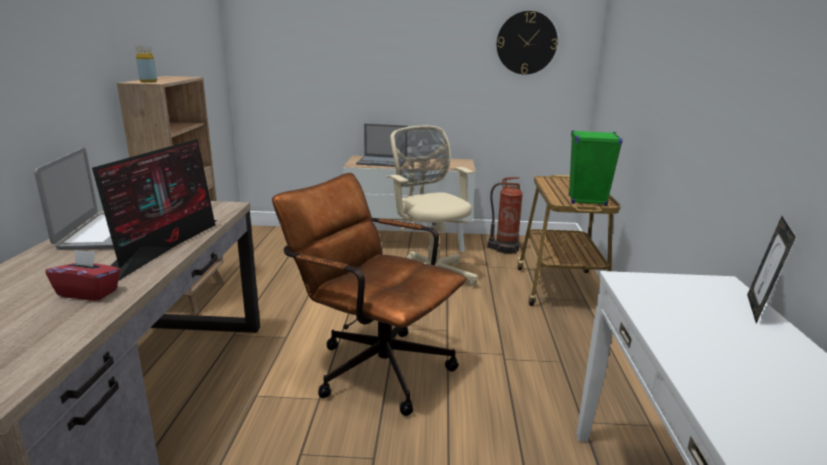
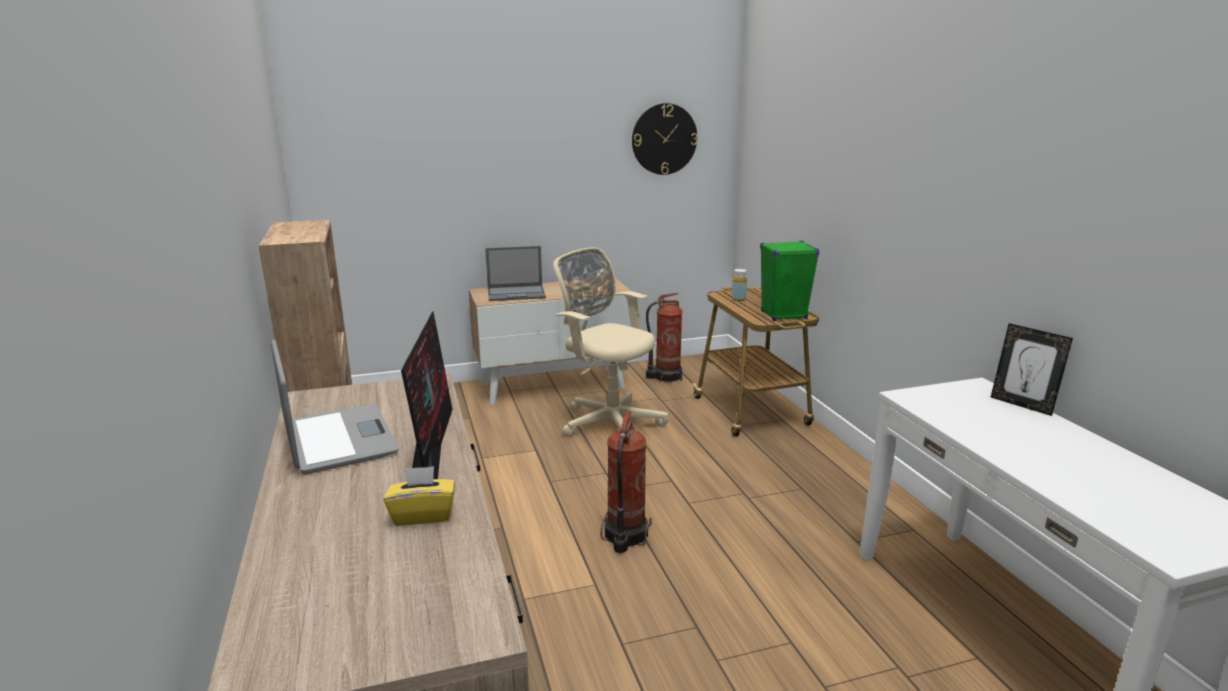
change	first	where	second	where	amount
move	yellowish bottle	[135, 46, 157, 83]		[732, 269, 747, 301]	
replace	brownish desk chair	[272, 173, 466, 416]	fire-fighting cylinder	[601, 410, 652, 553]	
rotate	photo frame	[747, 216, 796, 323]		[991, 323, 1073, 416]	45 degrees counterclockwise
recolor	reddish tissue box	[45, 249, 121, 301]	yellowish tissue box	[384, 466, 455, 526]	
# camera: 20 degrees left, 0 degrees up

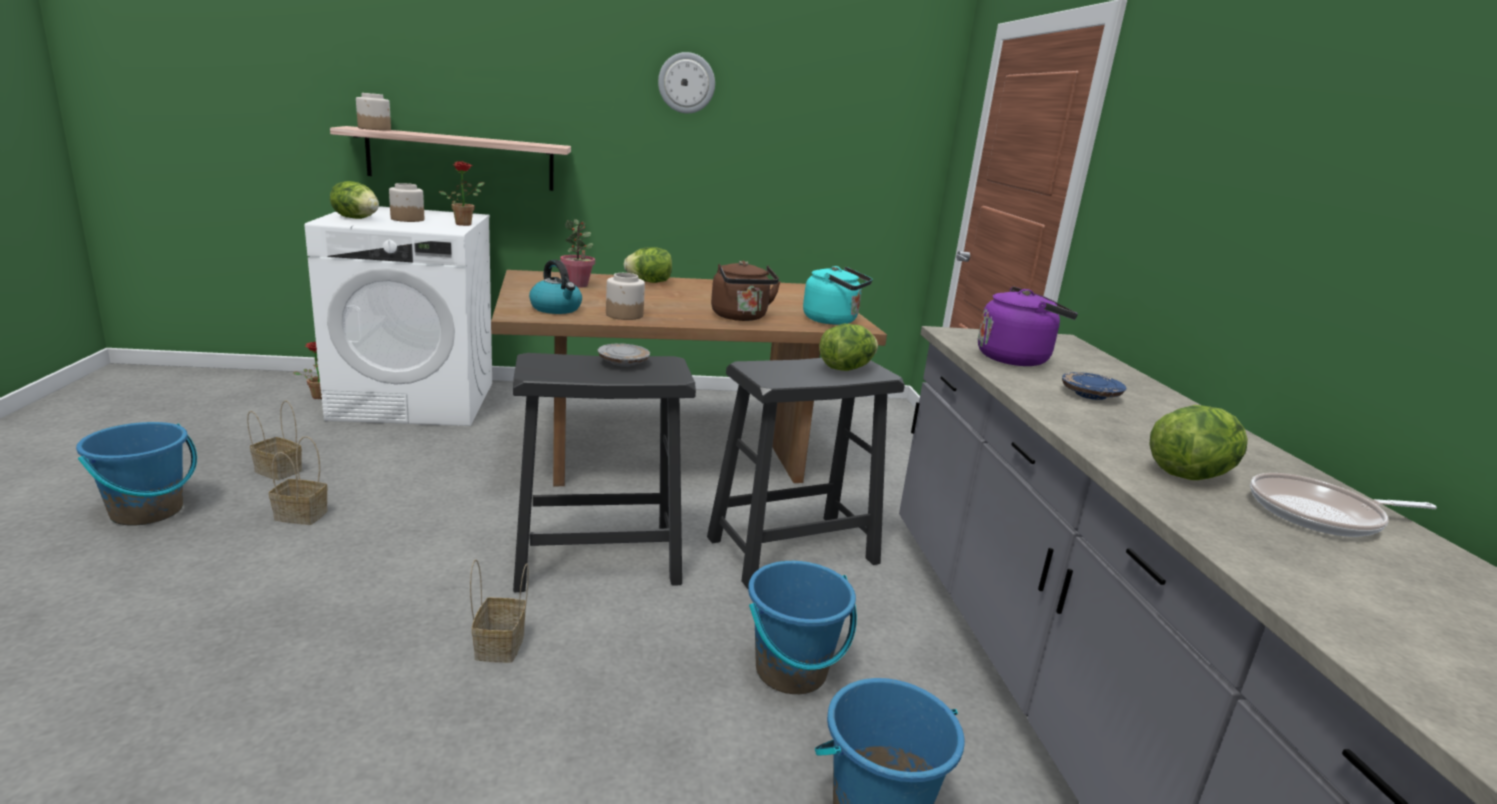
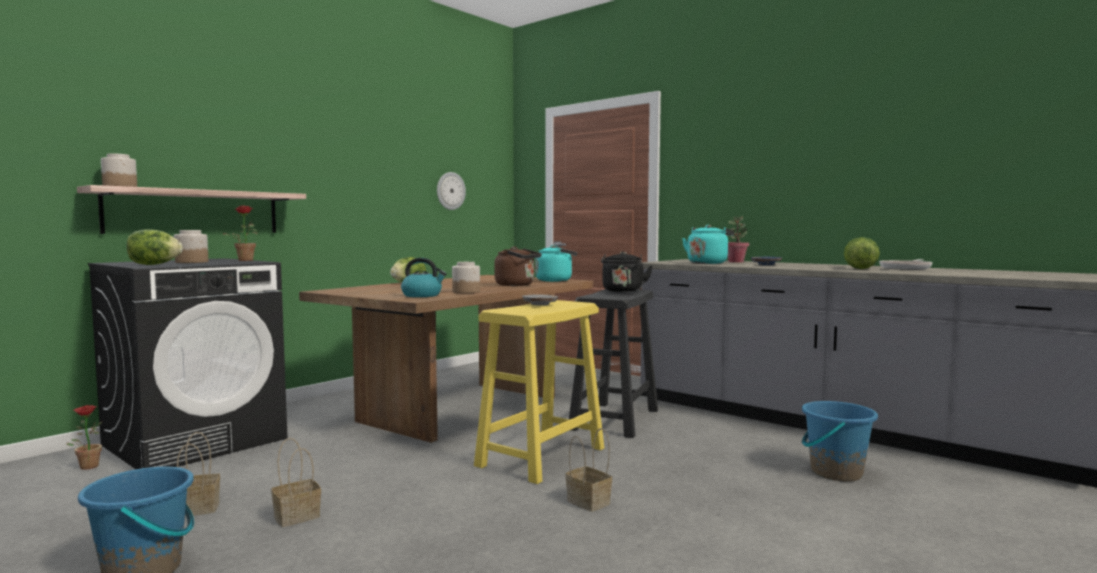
change	first	where	second	where	amount
move	hanging clock	[658, 52, 715, 113]		[437, 172, 466, 210]	
recolor	white laundry appliance	[305, 206, 492, 426]	black-coloured laundry appliance	[88, 258, 287, 469]	
move	plant in a pot	[560, 219, 595, 288]		[728, 215, 749, 262]	
recolor	purple-coloured tea kettle	[978, 286, 1078, 366]	turquoise-coloured tea kettle	[682, 225, 734, 264]	
replace	lettuce head	[819, 323, 878, 371]	black-coloured tea kettle	[601, 251, 653, 292]	
recolor	black-coloured sitting stool	[513, 353, 696, 592]	yellowish sitting stool	[474, 300, 604, 484]	
delete	bluish pail	[748, 561, 857, 694]			
# camera: 40 degrees left, 15 degrees down

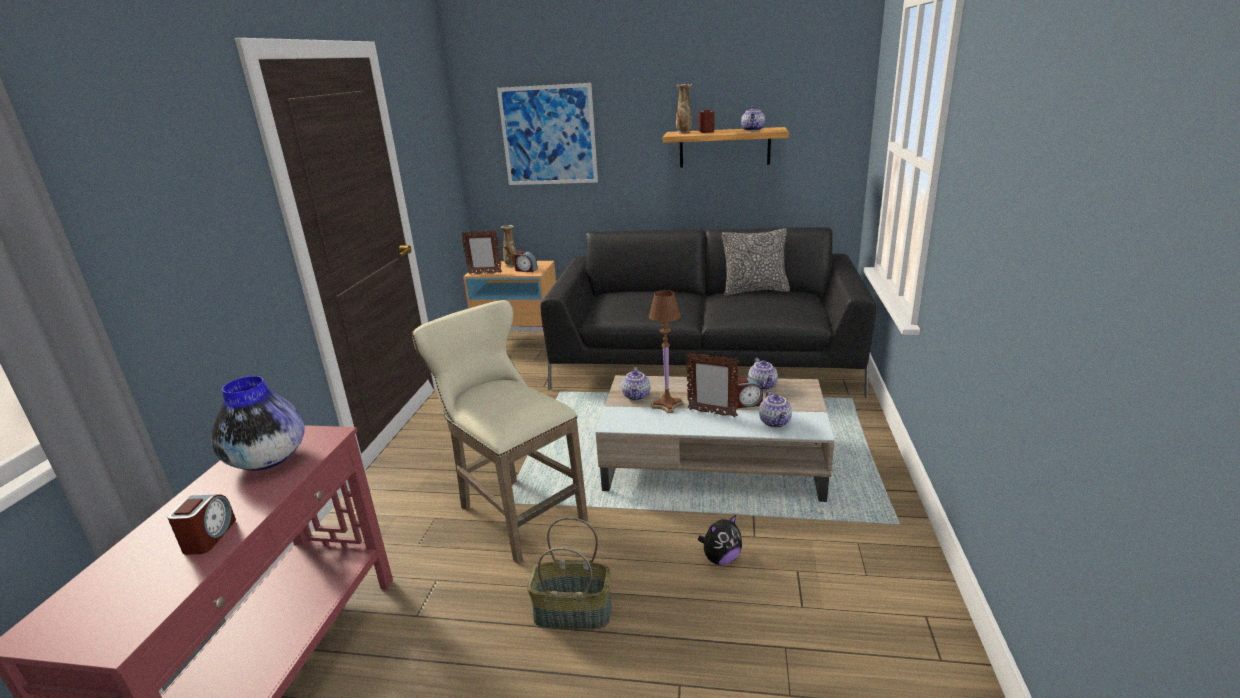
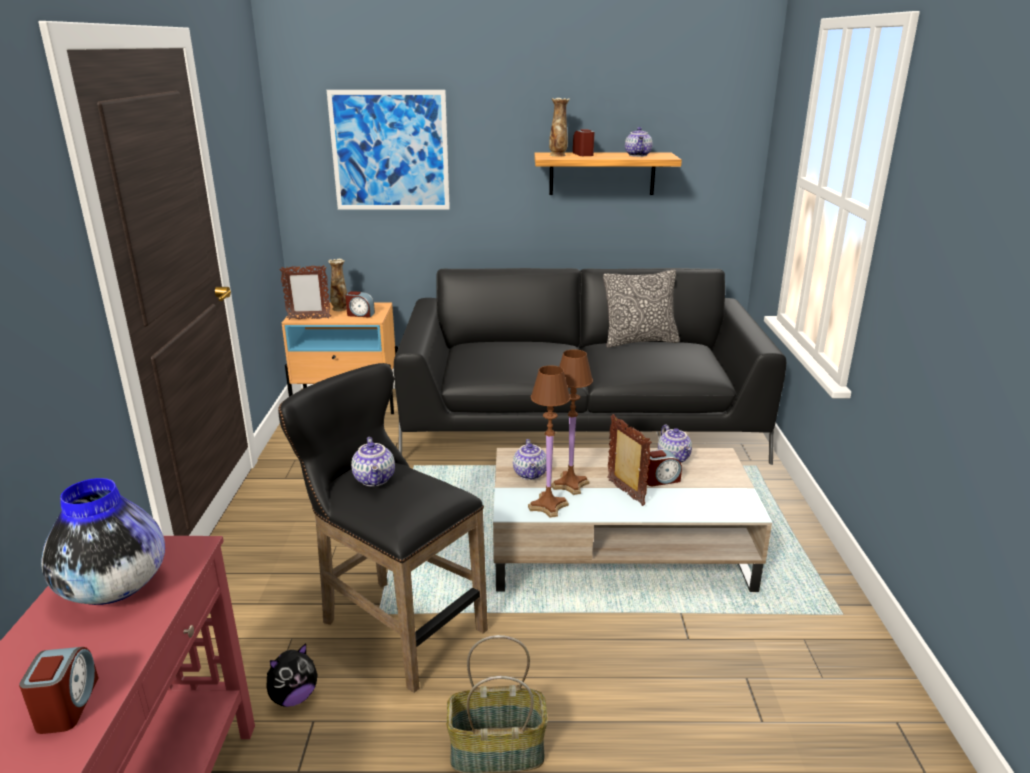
change	first	where	second	where	amount
recolor	sand-coloured sitting stool	[412, 300, 588, 564]	black-coloured sitting stool	[278, 363, 488, 693]	
rotate	photo frame	[686, 353, 739, 418]		[607, 414, 652, 506]	135 degrees counterclockwise
move	teapot	[759, 390, 792, 428]		[351, 437, 395, 486]	
move	cuddly toy	[698, 515, 742, 565]		[267, 643, 318, 707]	
insert			brownish table lamp	[528, 365, 571, 518]	
# camera: 10 degrees left, 0 degrees up

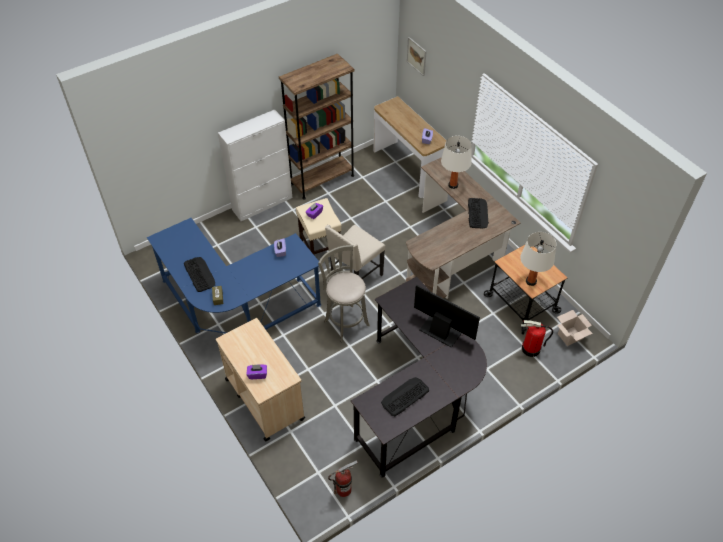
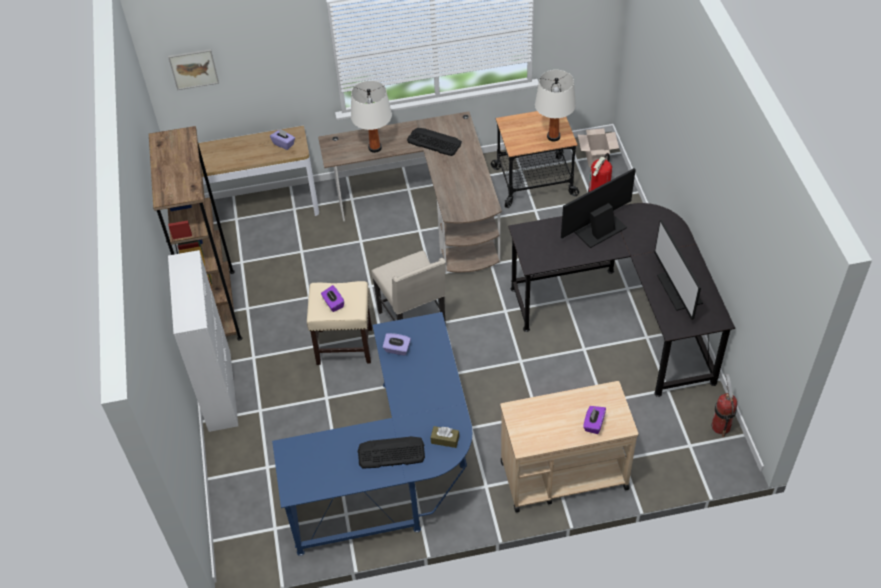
change	first	where	second	where	amount
delete	grey sitting stool	[318, 245, 370, 342]			
replace	computer keyboard	[381, 377, 429, 416]	monitor	[654, 220, 703, 320]	
# camera: 65 degrees left, 0 degrees up

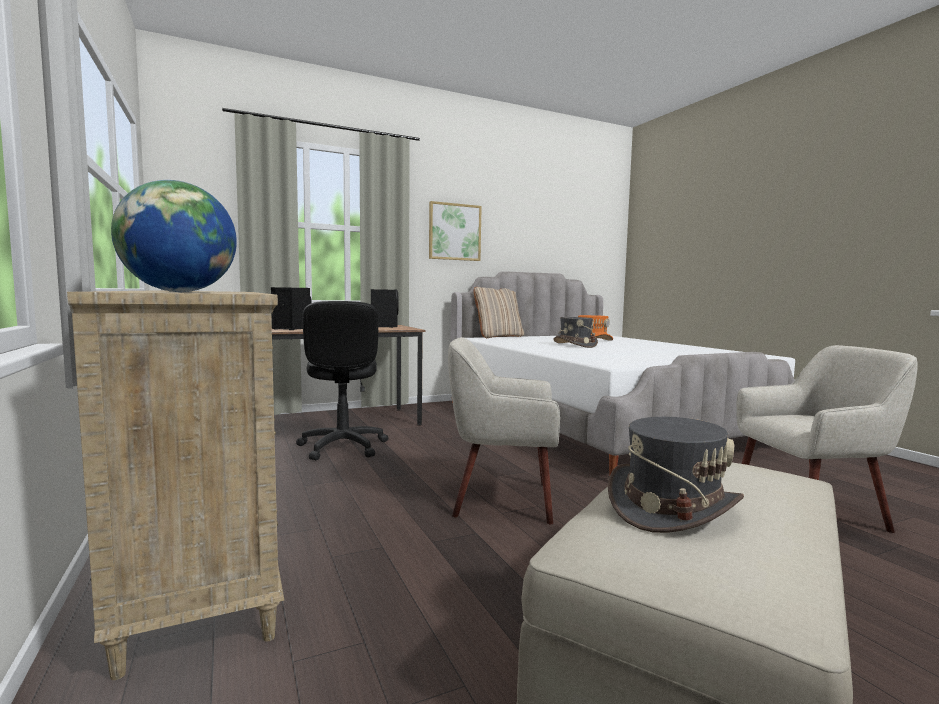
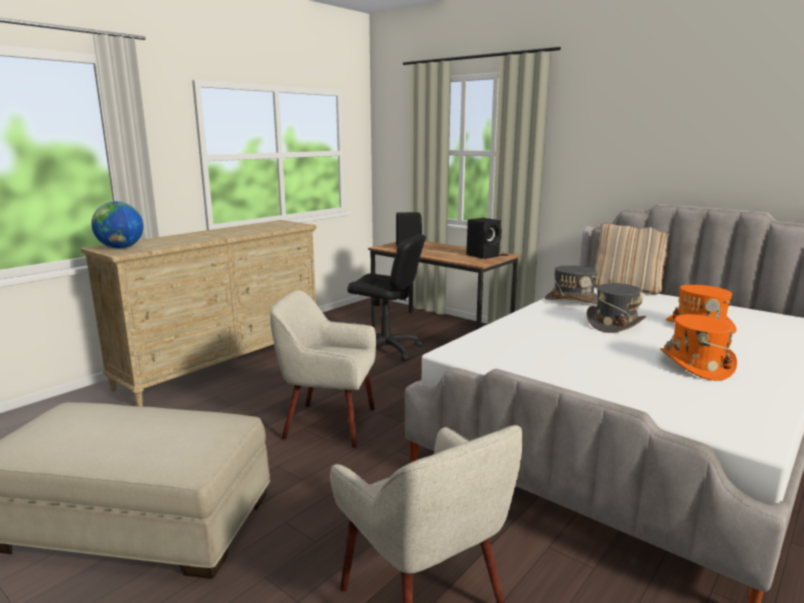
change	first	where	second	where	amount
delete	wall art	[429, 201, 482, 261]			
rotate	black-coloured desk chair	[296, 301, 388, 460]		[347, 234, 426, 361]	120 degrees counterclockwise
rotate	sand-coloured armchair	[448, 337, 560, 524]		[270, 290, 376, 448]	60 degrees counterclockwise
move	grey wearable hat	[608, 417, 744, 533]		[545, 265, 597, 304]	
insert			orange-coloured wearable hat	[660, 314, 737, 381]	
# camera: 65 degrees right, 10 degrees up

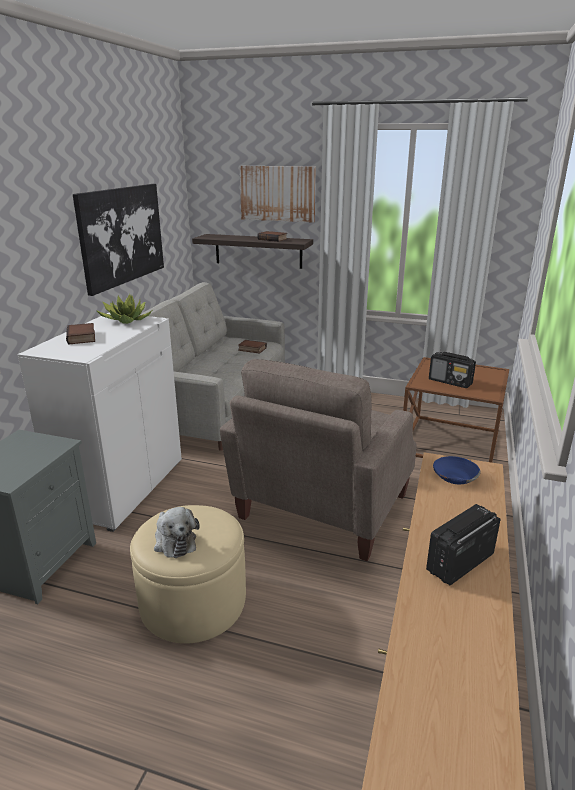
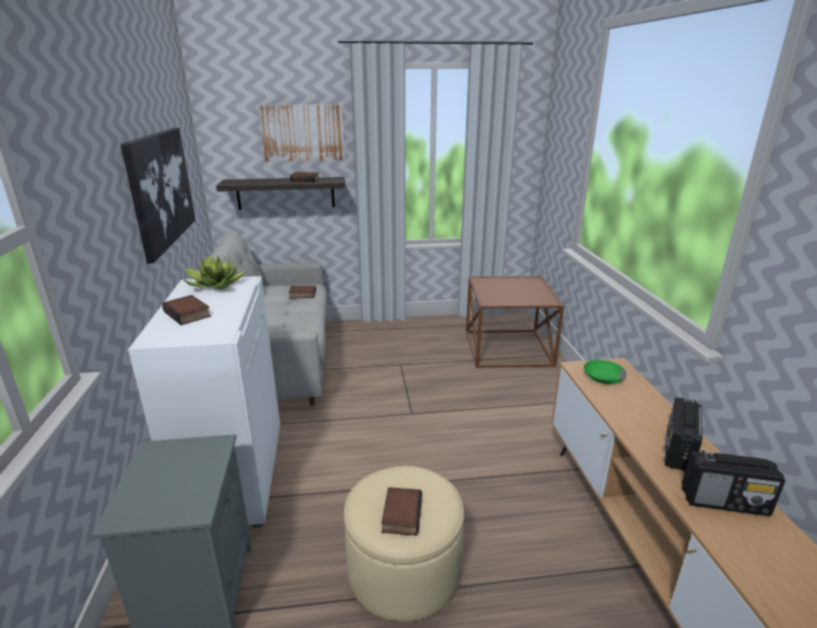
change	first	where	second	where	amount
move	radio receiver	[429, 352, 476, 388]		[682, 450, 785, 516]	
delete	sand-coloured armchair	[220, 359, 417, 561]			
recolor	bluish deep dish	[433, 456, 480, 484]	greenish deep dish	[584, 360, 627, 384]	
replace	cuddly toy	[154, 507, 200, 558]	bound book	[381, 487, 422, 536]	
# camera: 25 degrees left, 0 degrees up

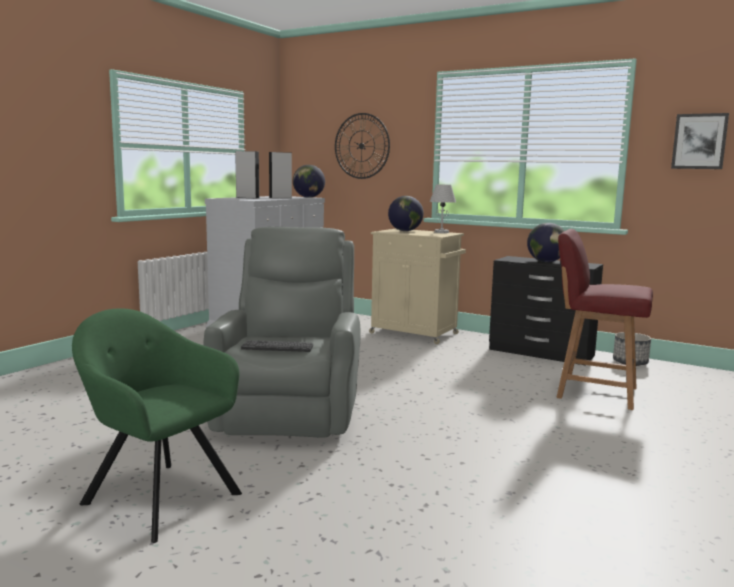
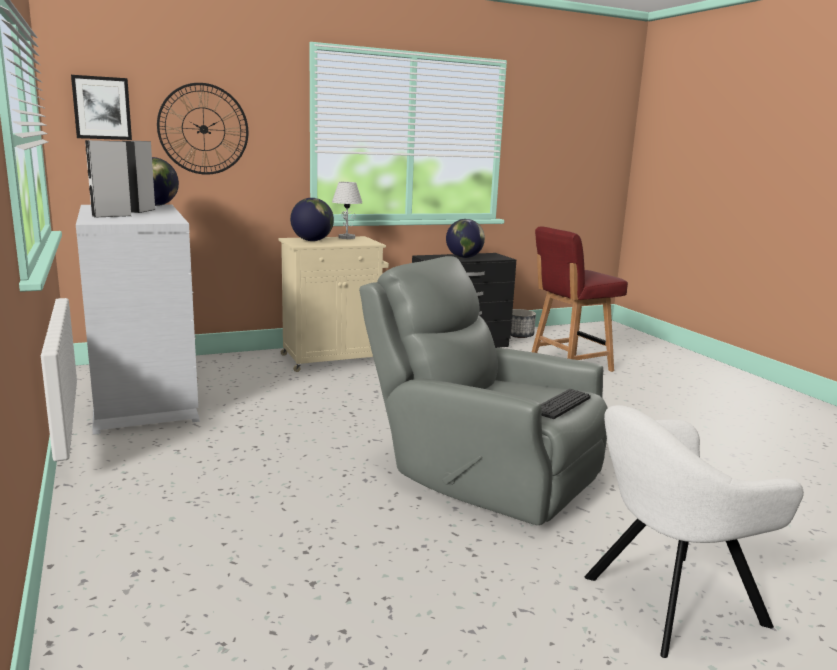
change	first	where	second	where	amount
move	wall art	[671, 113, 729, 169]		[71, 75, 132, 140]	
recolor	greenish armchair	[72, 308, 242, 543]	white armchair	[585, 405, 804, 658]	
# camera: 55 degrees left, 5 degrees up

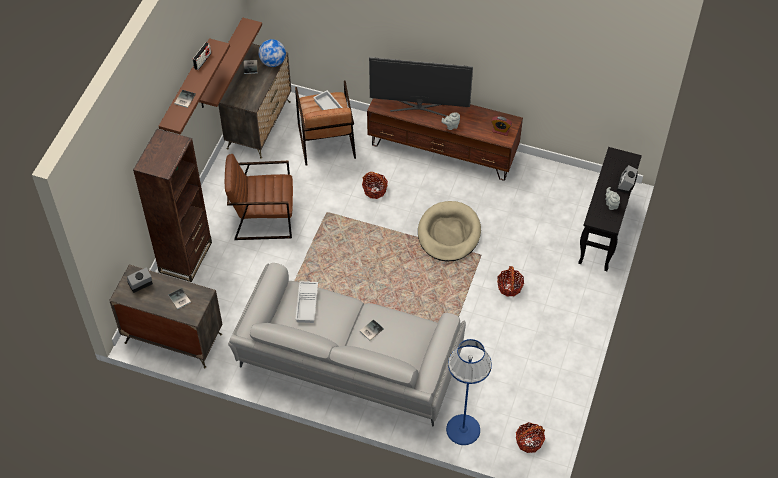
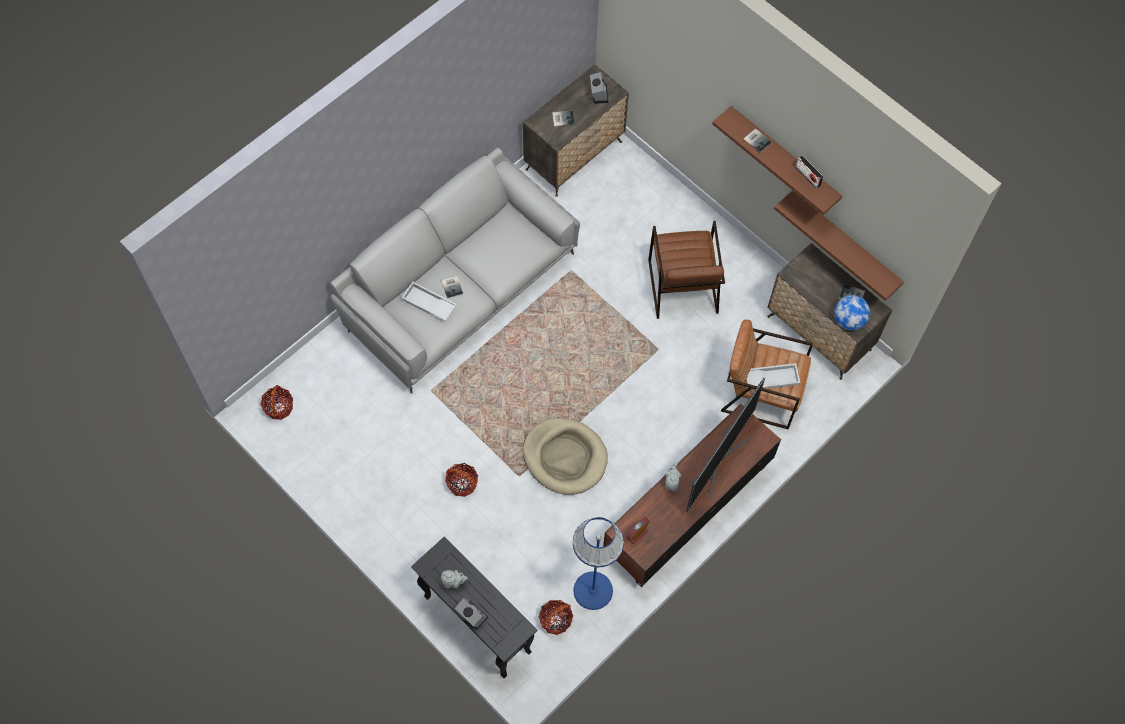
change	first	where	second	where	amount
delete	brownish bookcase	[133, 129, 212, 282]			
rotate	brownish armchair	[225, 154, 293, 240]		[648, 221, 725, 319]	150 degrees clockwise
move	household basket	[362, 172, 388, 199]		[539, 600, 573, 635]	
move	white serving tray	[295, 281, 318, 323]		[401, 282, 457, 321]	
move	bluish standing lamp	[446, 339, 492, 445]		[573, 517, 624, 610]	
# camera: 115 degrees right, 10 degrees up

